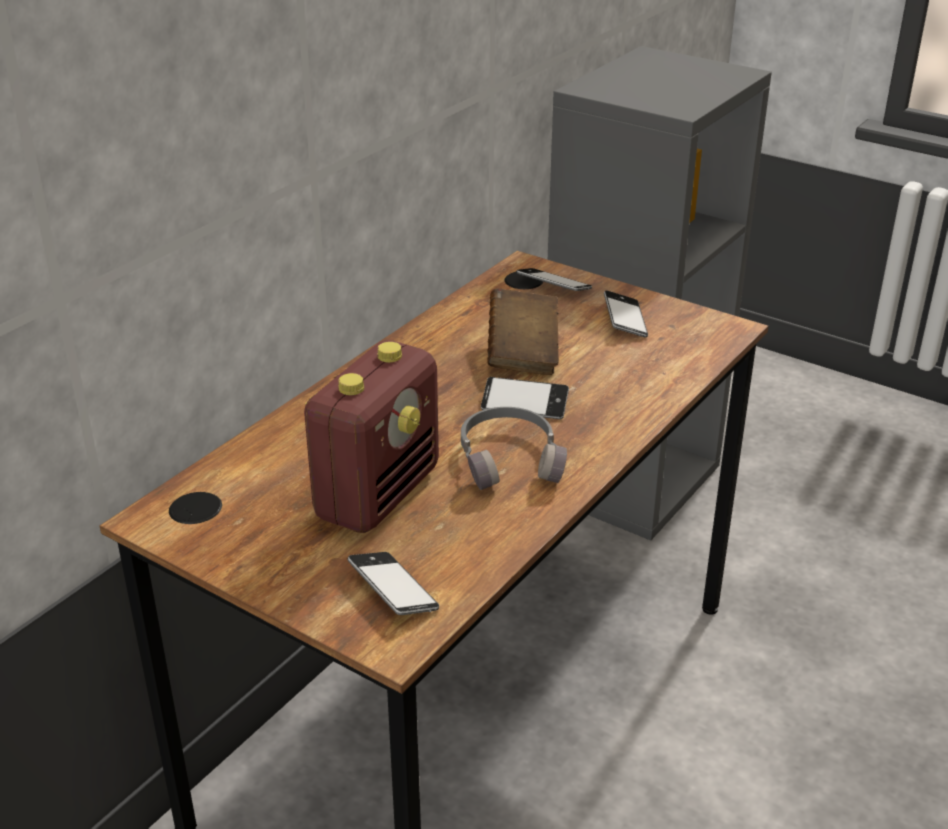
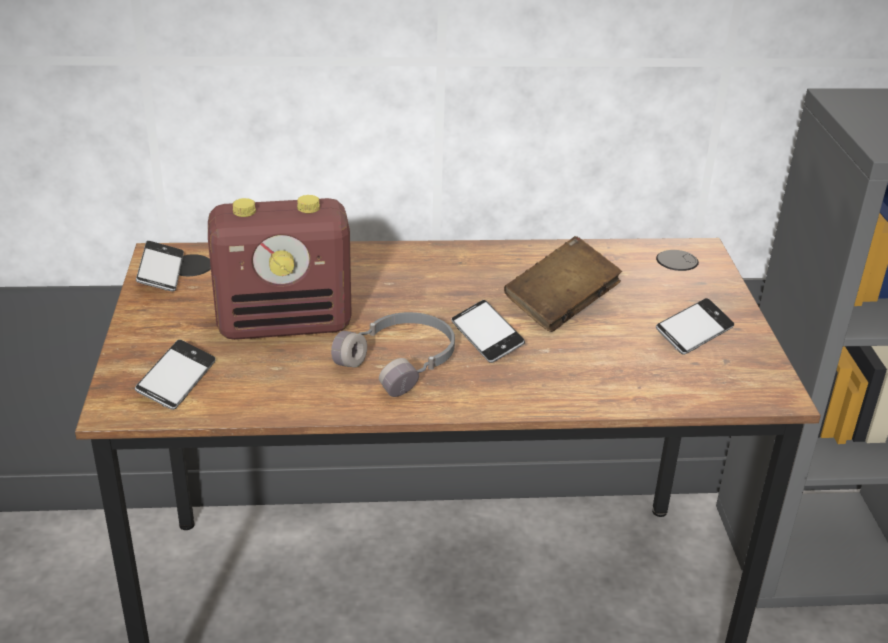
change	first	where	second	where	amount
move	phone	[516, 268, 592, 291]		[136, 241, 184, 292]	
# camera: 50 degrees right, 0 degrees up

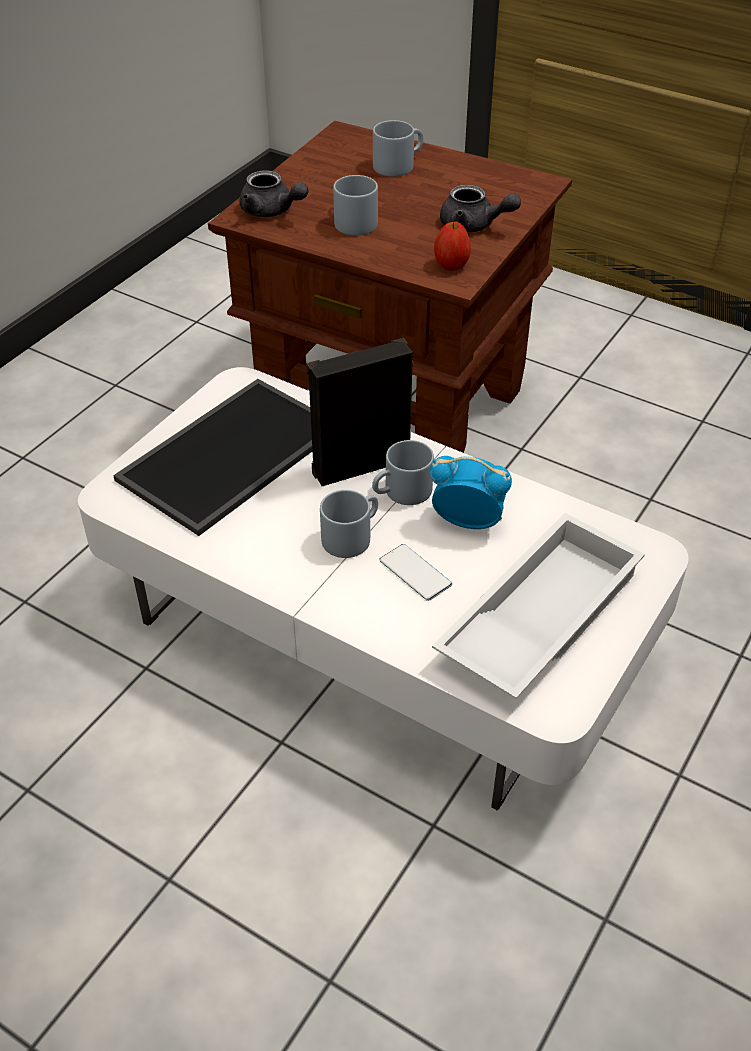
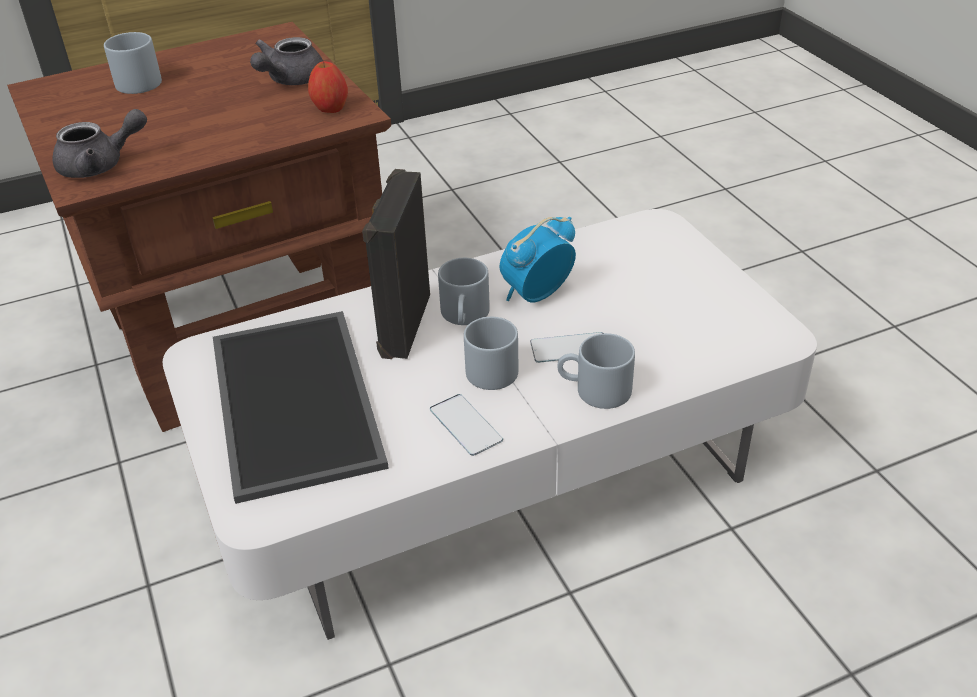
change	first	where	second	where	amount
move	grey tea mug	[333, 175, 378, 236]		[558, 333, 635, 409]	
rotate	grey teapot	[440, 185, 521, 232]		[250, 37, 323, 85]	150 degrees clockwise
delete	white serving tray	[432, 513, 645, 699]			
insert			phone	[430, 394, 503, 456]	
# camera: 55 degrees left, 5 degrees down

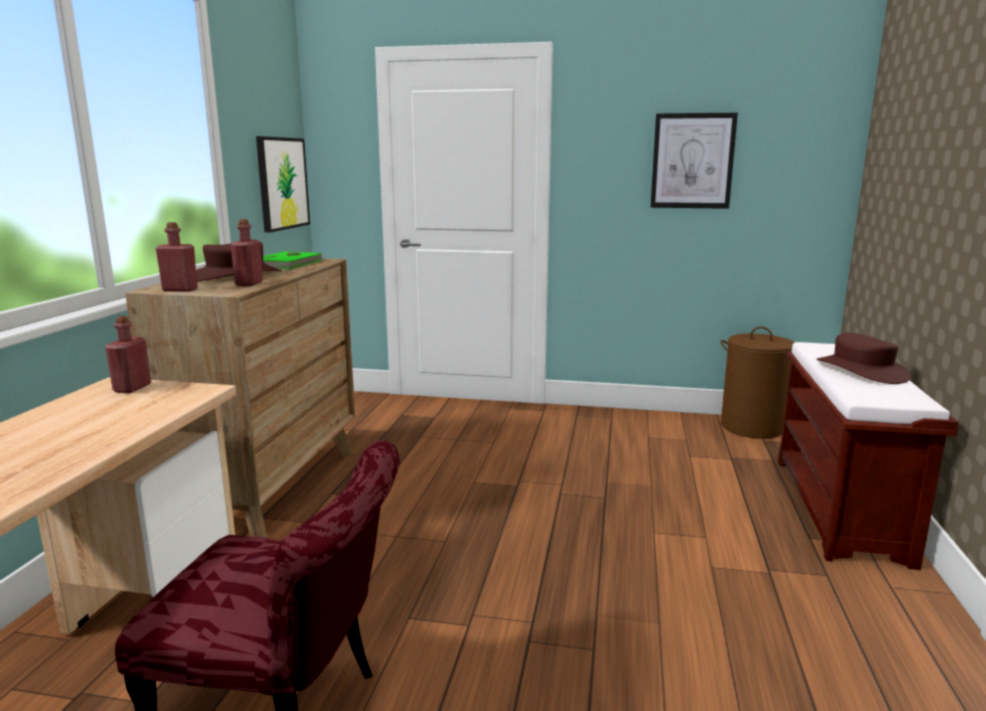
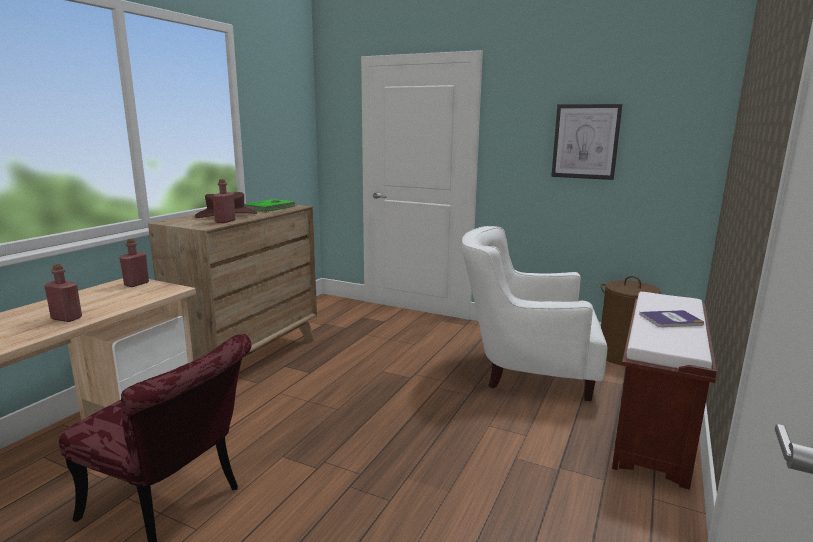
change	first	where	second	where	amount
delete	wall art	[256, 136, 310, 233]			
move	reddish bottle	[155, 222, 198, 292]		[44, 264, 82, 322]	
replace	brownish wearable hat	[817, 333, 911, 384]	bound book	[639, 310, 704, 327]	
insert			white armchair	[461, 226, 607, 401]	
# camera: 15 degrees right, 0 degrees up

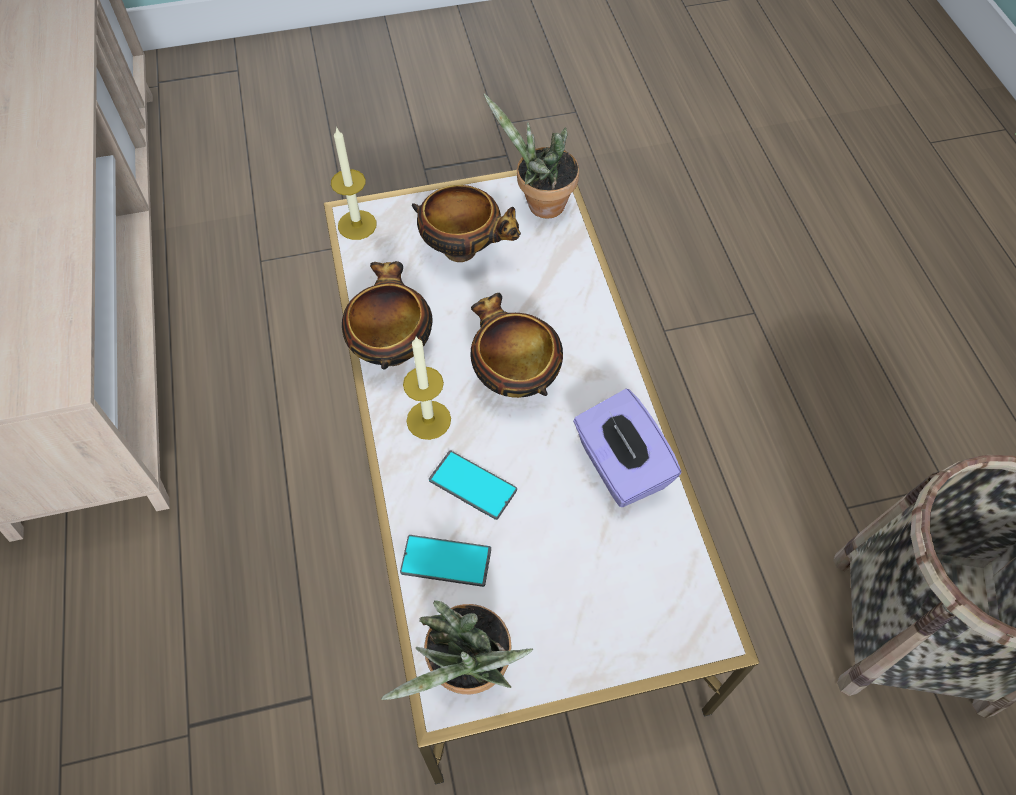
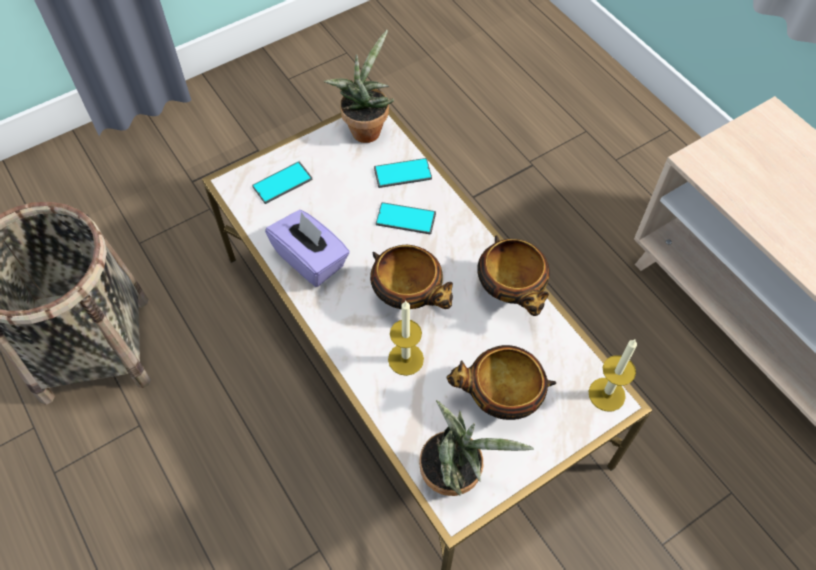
change	first	where	second	where	amount
move	wax light	[403, 337, 451, 440]		[388, 301, 424, 376]	
insert			phone	[252, 161, 312, 204]	
# camera: 160 degrees right, 0 degrees up

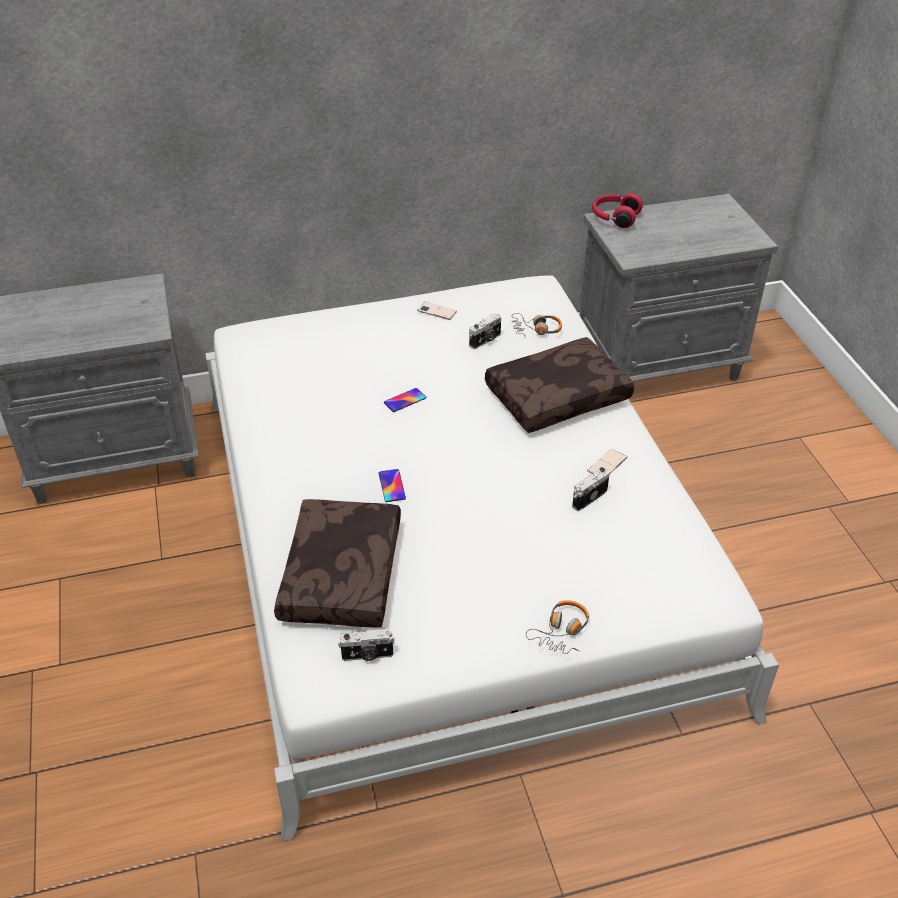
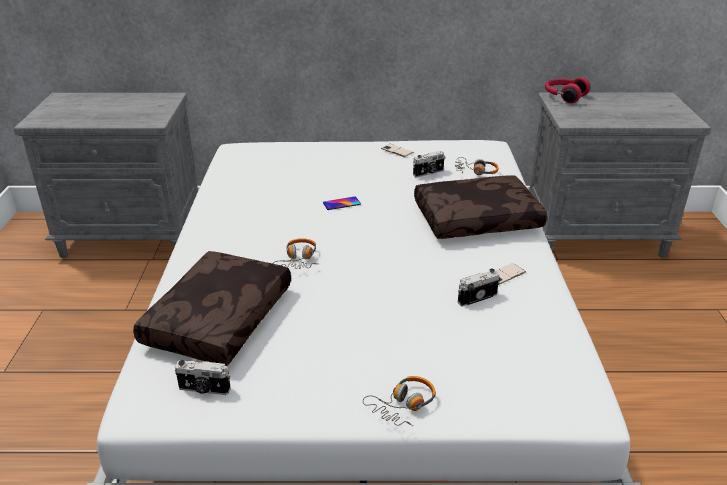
change	first	where	second	where	amount
replace	phone	[379, 469, 406, 502]	headset	[273, 238, 319, 269]	
# camera: 15 degrees right, 10 degrees down

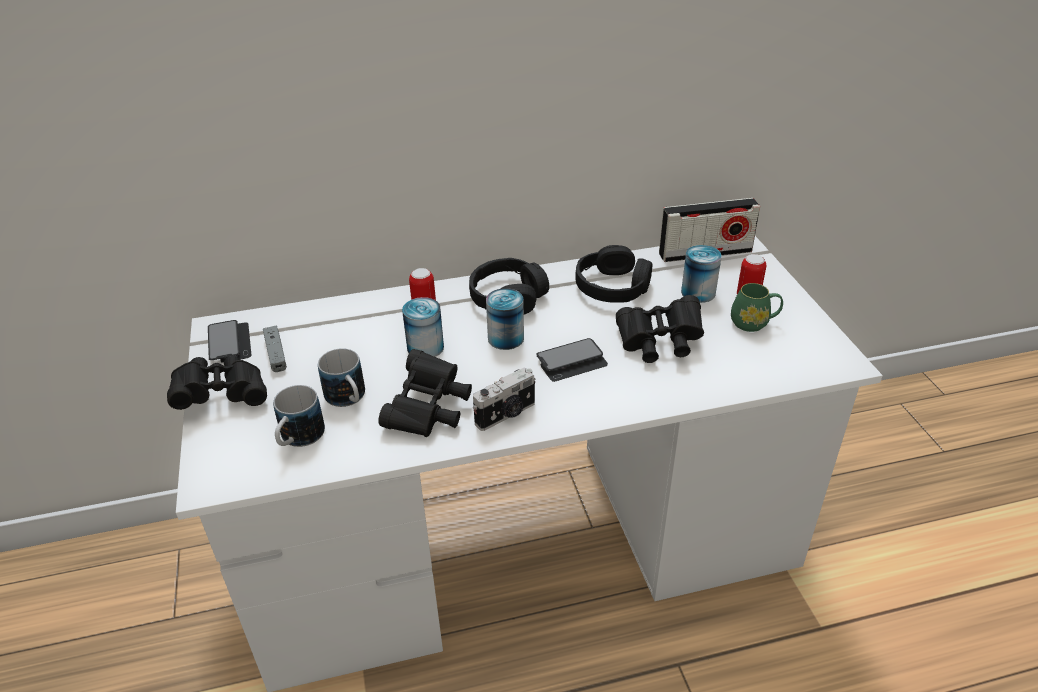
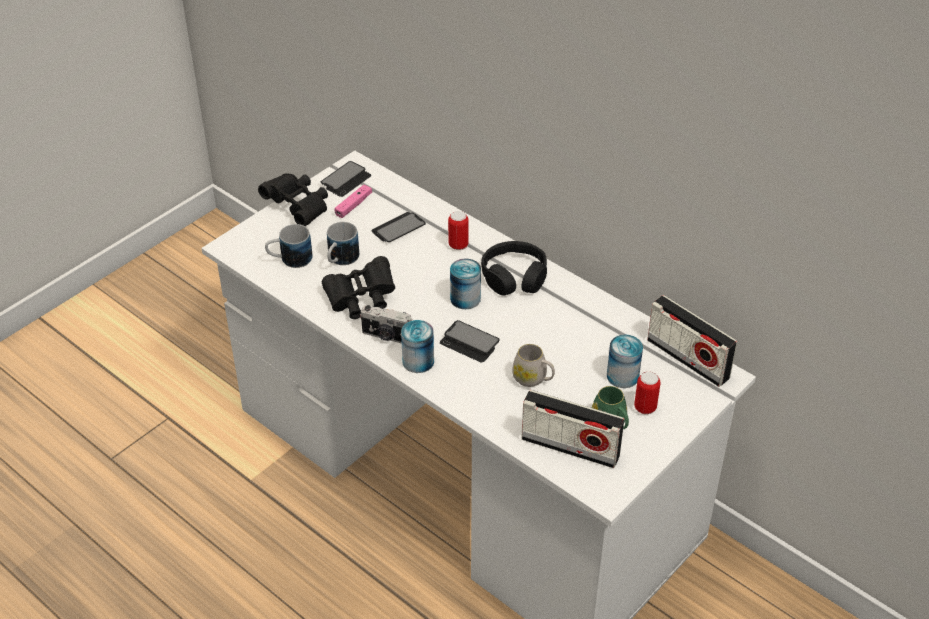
change	first	where	second	where	amount
delete	black-coloured headset	[575, 245, 652, 303]			
replace	black-coloured binoculars	[616, 295, 704, 363]	white tea mug	[512, 344, 555, 387]	
move	metal can	[402, 297, 444, 357]		[401, 320, 434, 373]	
recolor	grey game controller	[263, 326, 287, 372]	pinkish game controller	[334, 185, 372, 218]	
insert			phone	[372, 212, 426, 242]	
insert			radio receiver	[521, 390, 624, 468]	
# camera: 55 degrees right, 5 degrees up

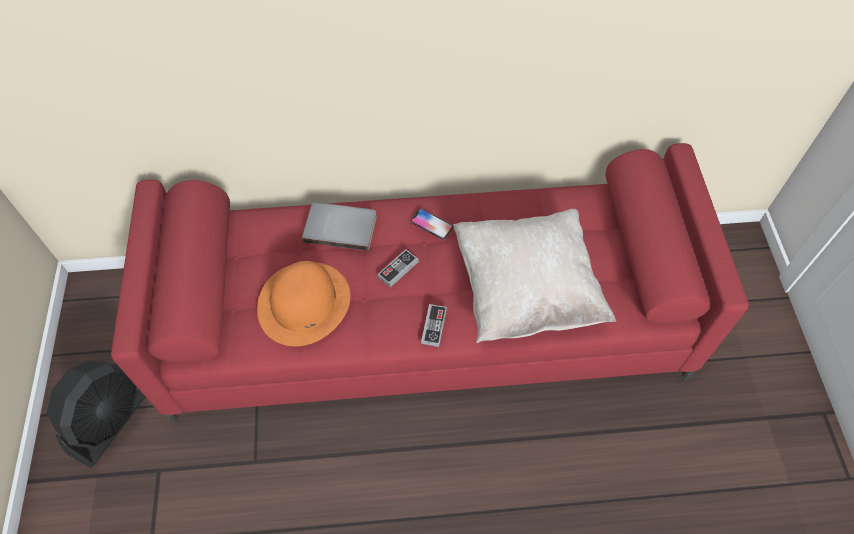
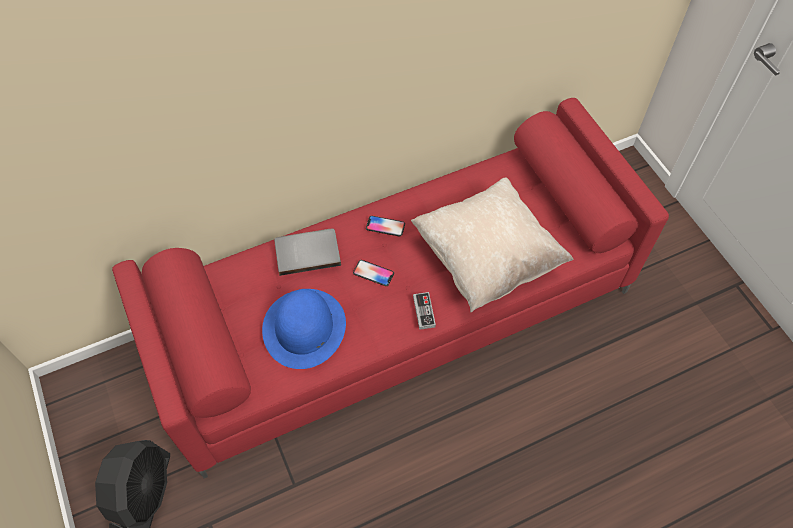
change	first	where	second	where	amount
replace	game controller	[378, 249, 419, 287]	phone	[353, 260, 394, 286]	
recolor	orange-coloured wearable hat	[257, 261, 350, 346]	bluish wearable hat	[262, 289, 346, 369]	
# camera: 20 degrees left, 0 degrees up

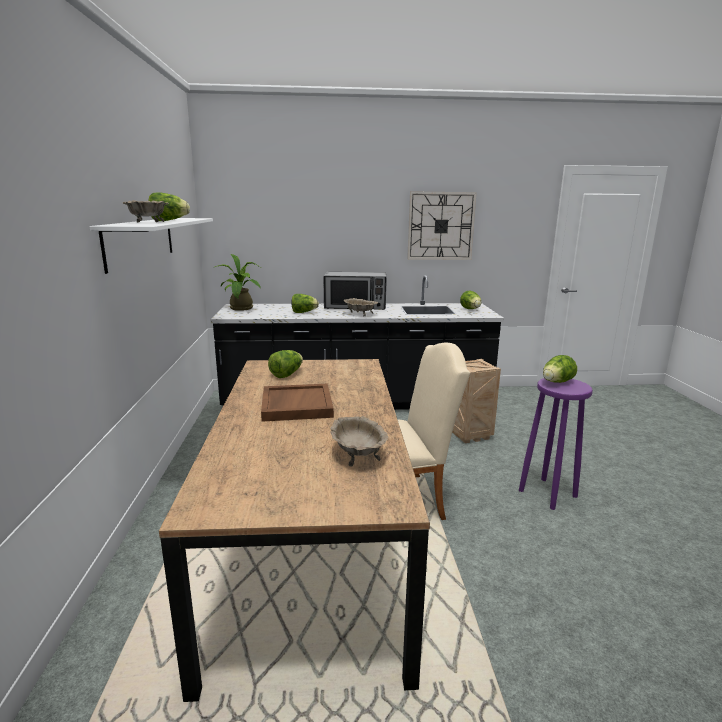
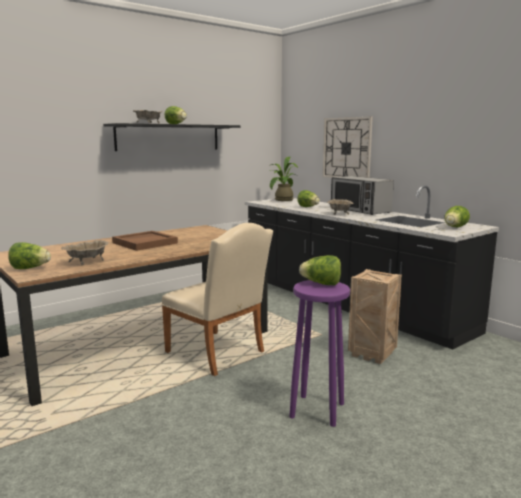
change	first	where	second	where	amount
move	hanging clock	[407, 191, 477, 260]		[323, 117, 373, 178]	
recolor	white wall shelf	[90, 218, 213, 274]	black-coloured wall shelf	[103, 123, 241, 151]	
move	lettuce head	[268, 350, 303, 378]		[8, 242, 51, 269]	
# camera: 55 degrees right, 5 degrees down

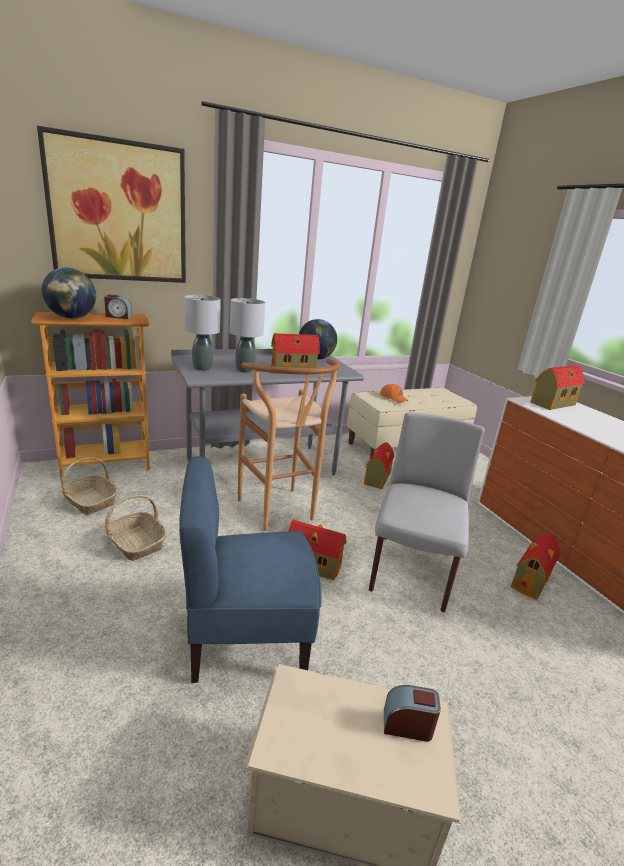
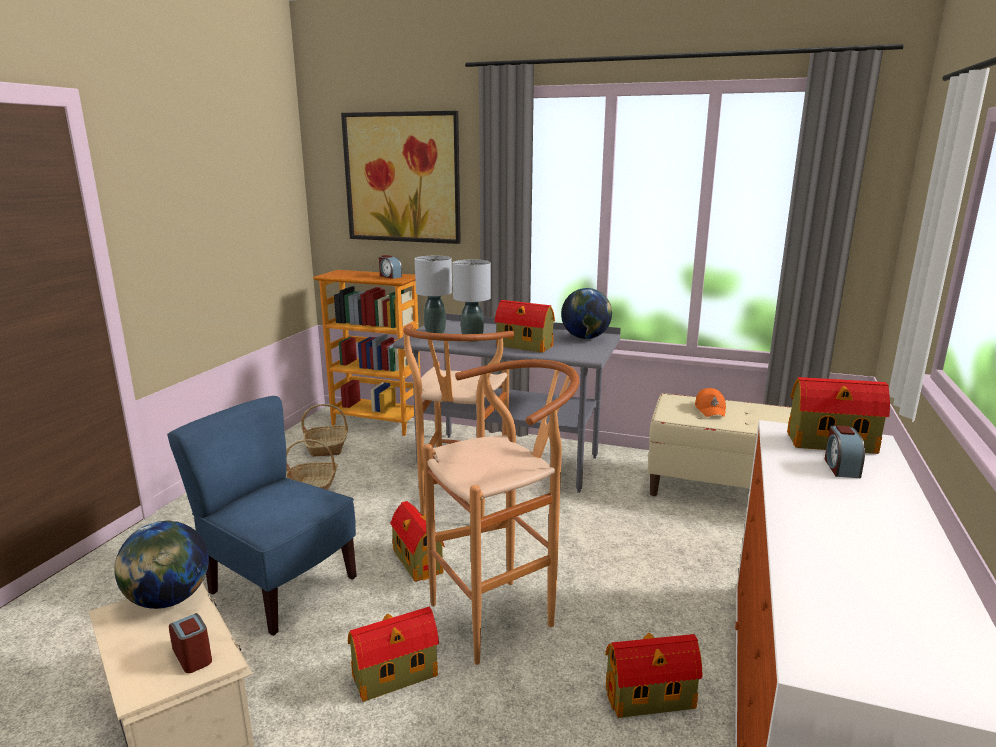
change	first	where	second	where	amount
move	globe	[42, 268, 96, 319]		[114, 521, 209, 609]	
replace	grey chair	[369, 412, 485, 612]	brownish sitting stool	[423, 359, 579, 665]	
move	miniature house	[364, 442, 395, 489]		[348, 606, 439, 702]	
insert			alarm clock	[825, 425, 865, 478]	
# camera: 45 degrees right, 5 degrees down

